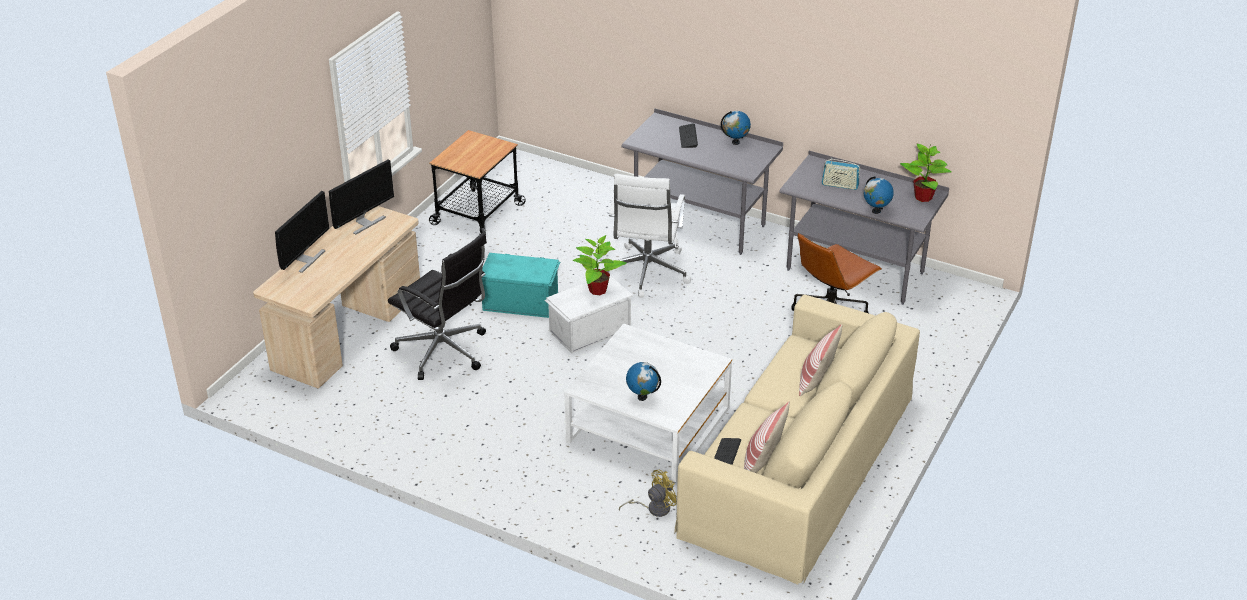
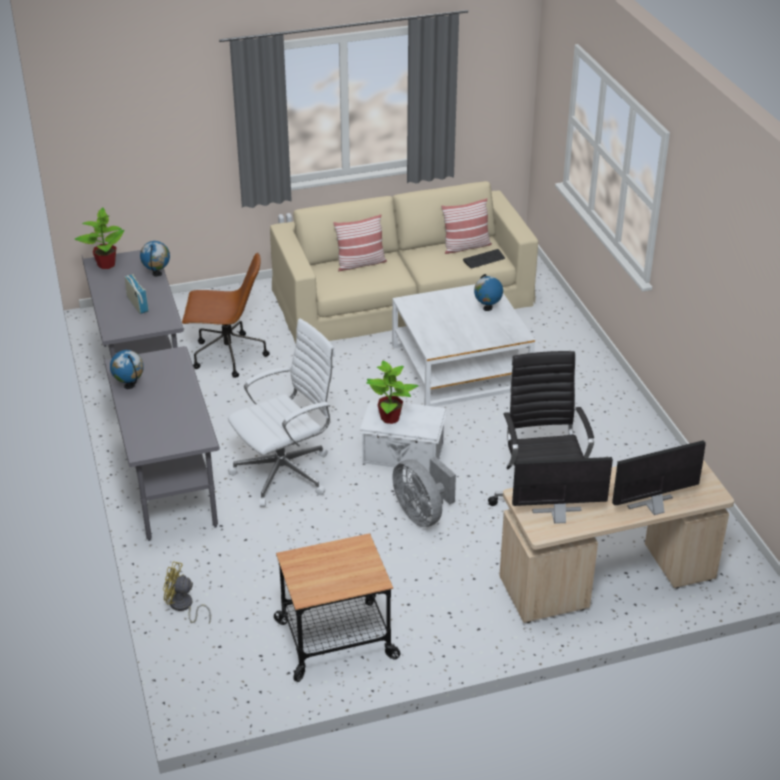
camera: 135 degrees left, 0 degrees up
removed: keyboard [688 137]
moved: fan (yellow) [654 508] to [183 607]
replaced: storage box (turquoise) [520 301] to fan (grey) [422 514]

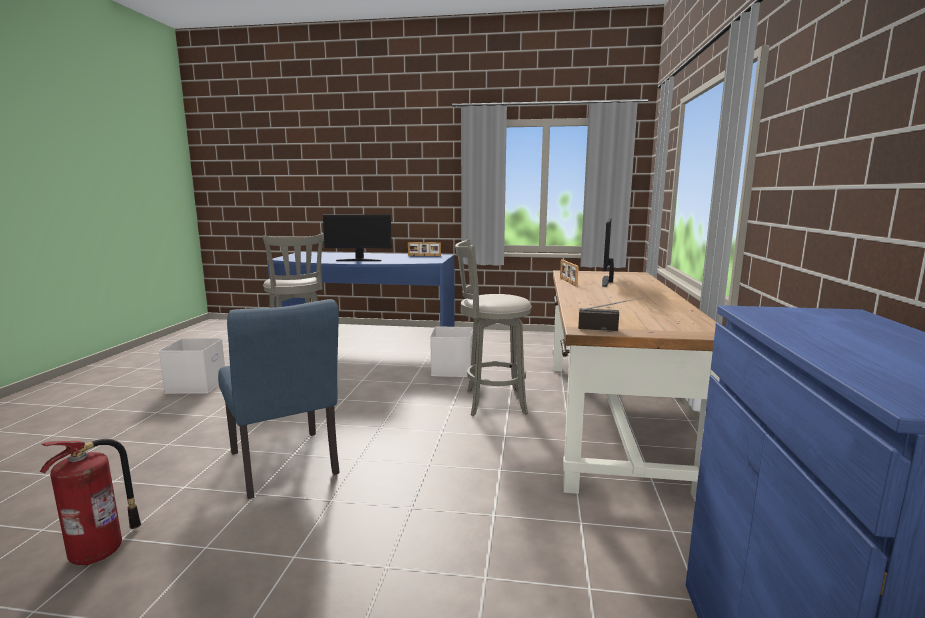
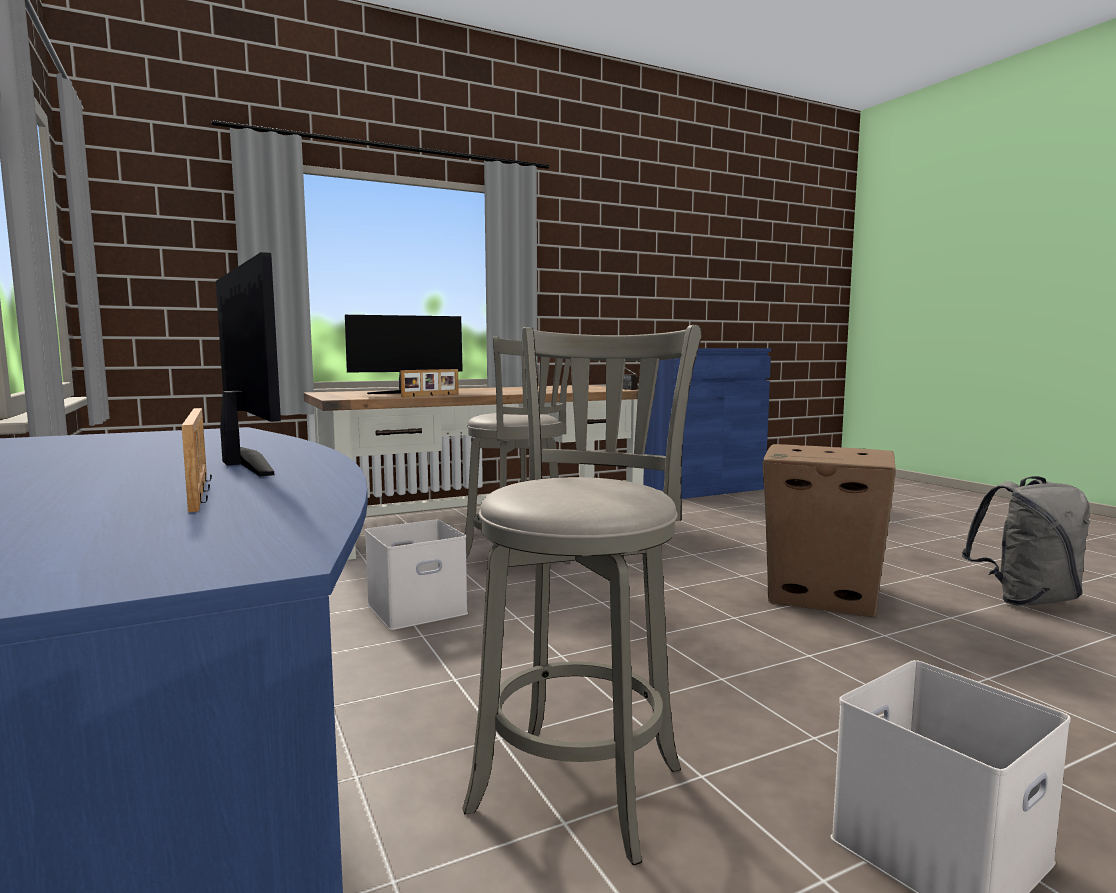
camera: 125 degrees left, 5 degrees down
moved: picture frame [424 255] to [202 491]
replaced: fire extinguisher [100 551] to backpack (grey) [1026 599]; chair (blue) [286 467] to cardboard box [824 594]

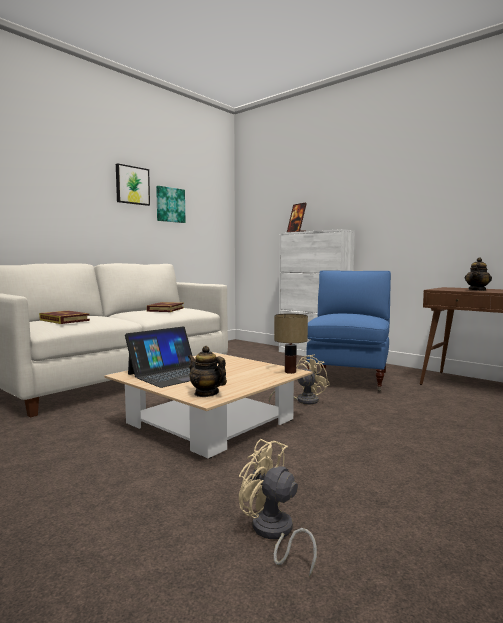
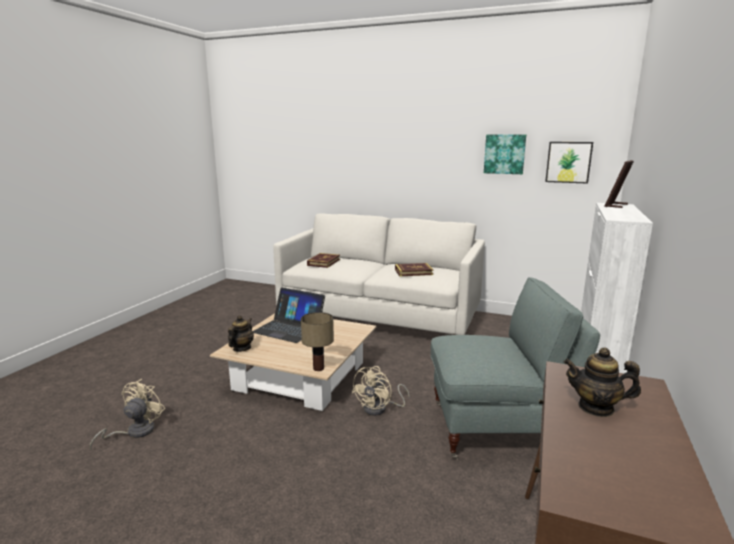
camera: 70 degrees right, 10 degrees up
moved: picture [132 185] to [568 162]
recoloured: armchair (blue) [349 378] to armchair (grey) [497 430]
turned: fan (beige) [302 401] = [380 409] 90 degrees clockwise

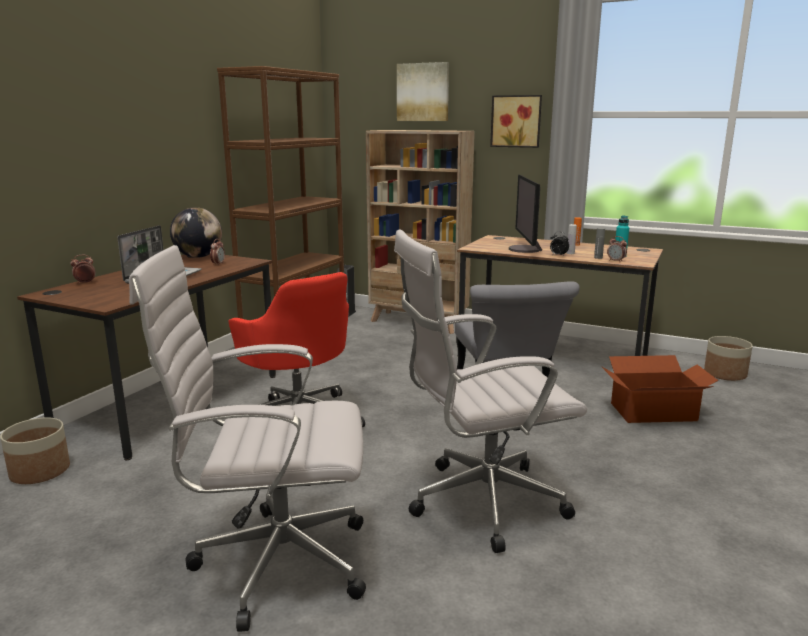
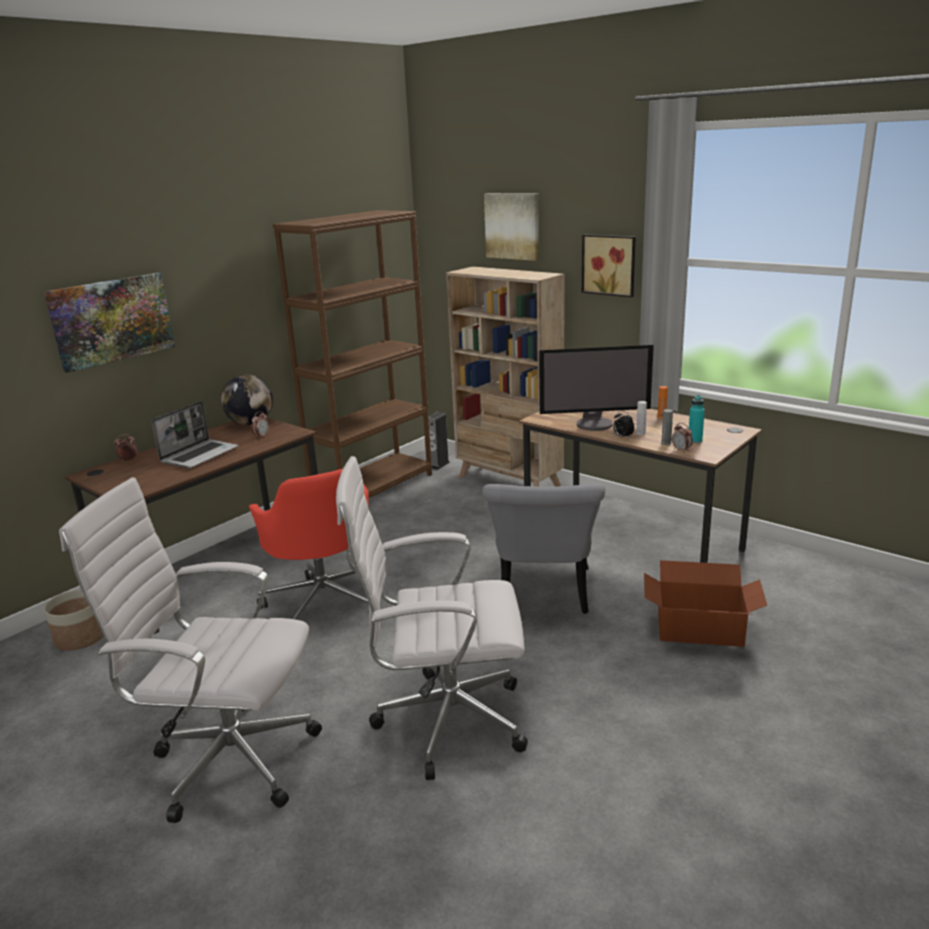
camera: 15 degrees right, 5 degrees up
removed: planter [725 374]
added: picture [112 320]
turned: monitor [525 249] = [594 424] 105 degrees counterclockwise

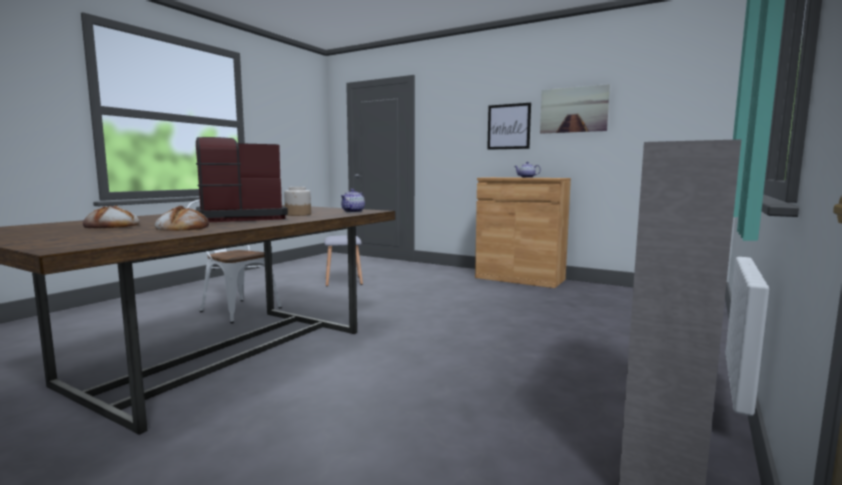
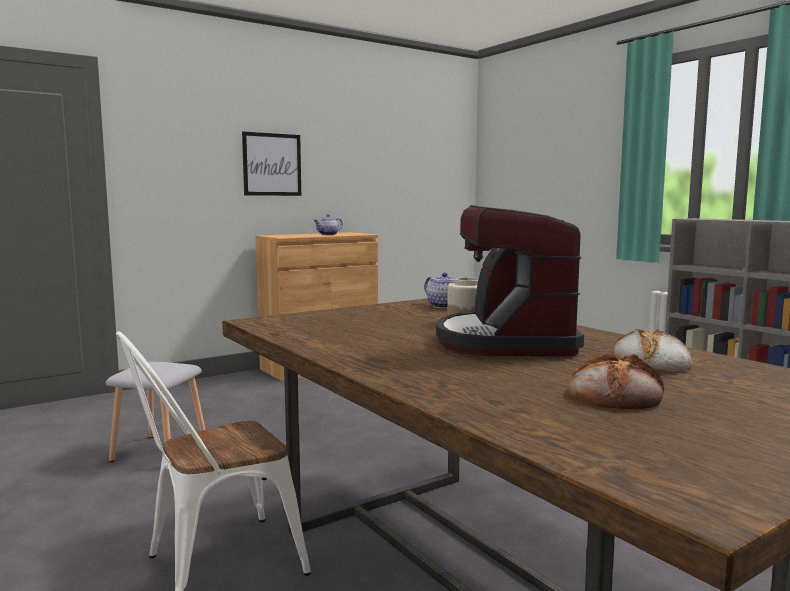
camera: 65 degrees left, 0 degrees up
removed: picture [573 110]

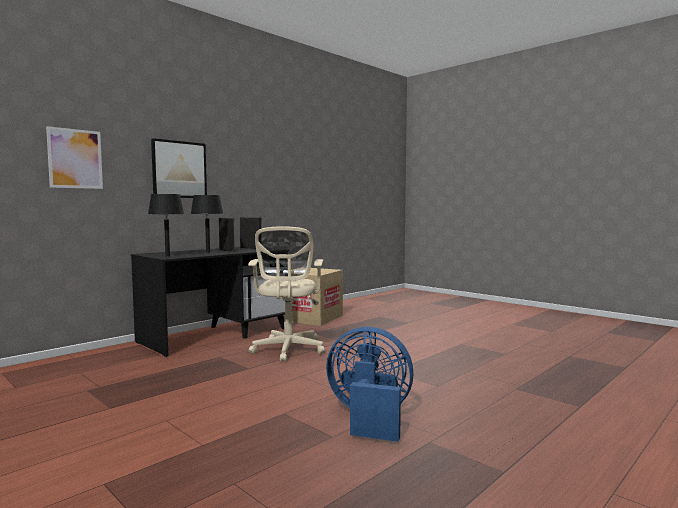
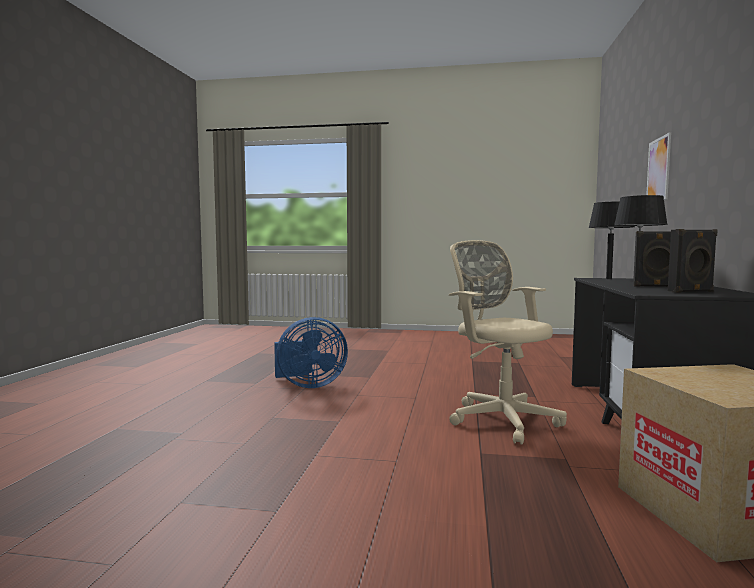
camera: 145 degrees right, 0 degrees up
removed: picture [179 169]

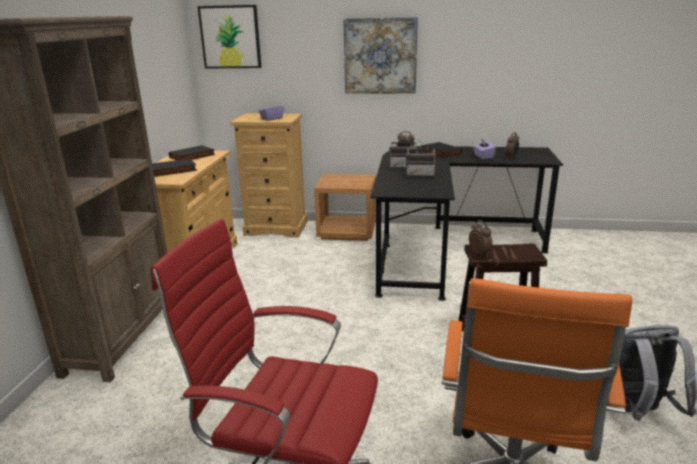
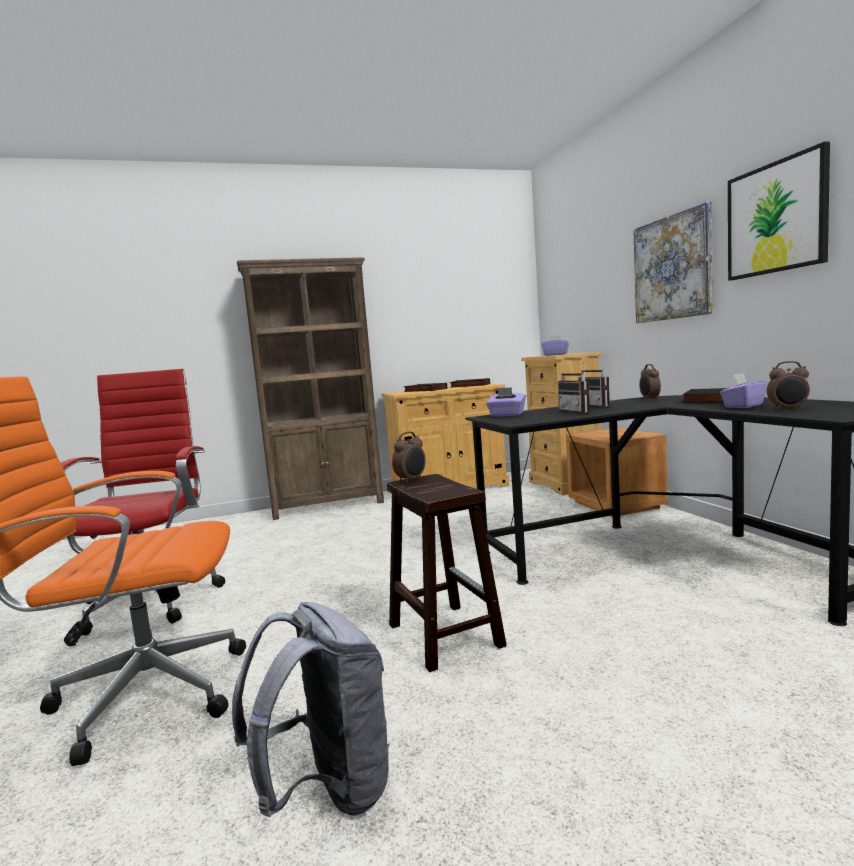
camera: 65 degrees right, 15 degrees down
added: tissue box (purple) [506 415]
moved: picture [230 37] to [776 218]

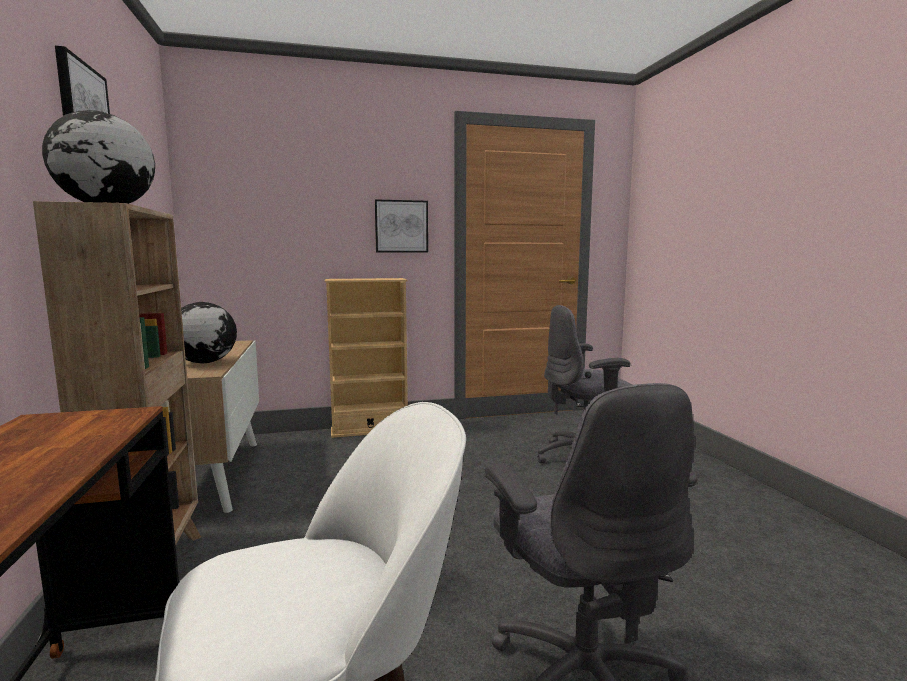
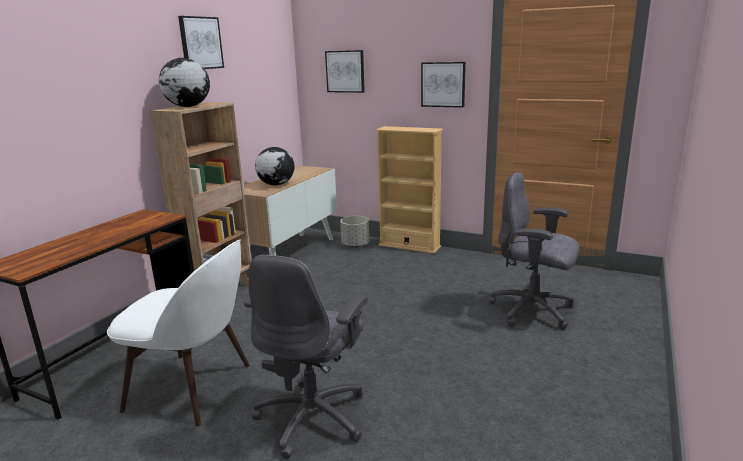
camera: 40 degrees right, 10 degrees up
added: picture [345 71]; planter (grey) [355 245]

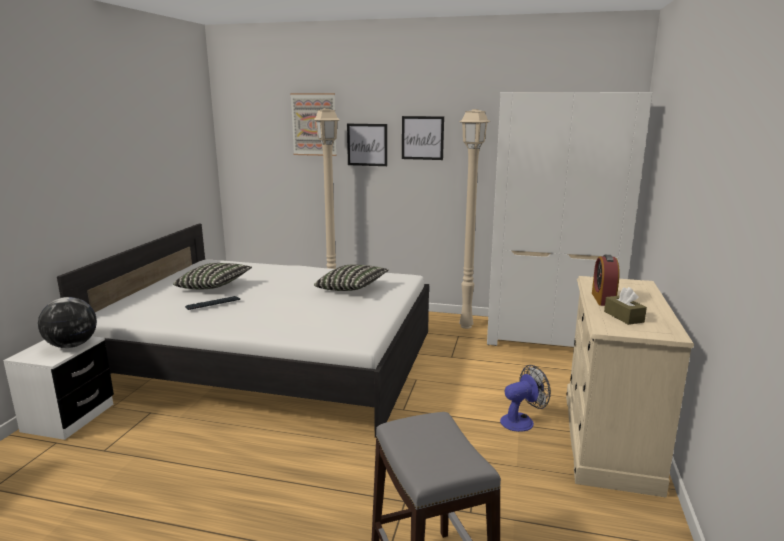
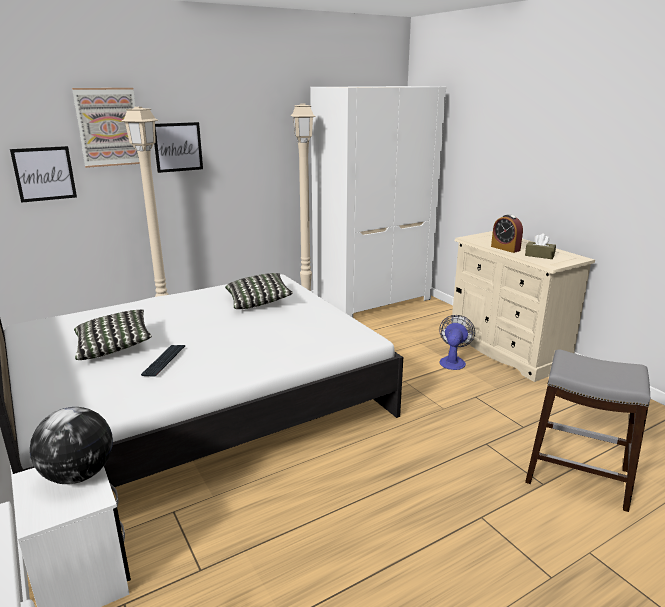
camera: 45 degrees left, 5 degrees up
moved: picture [422 138] to [44 174]

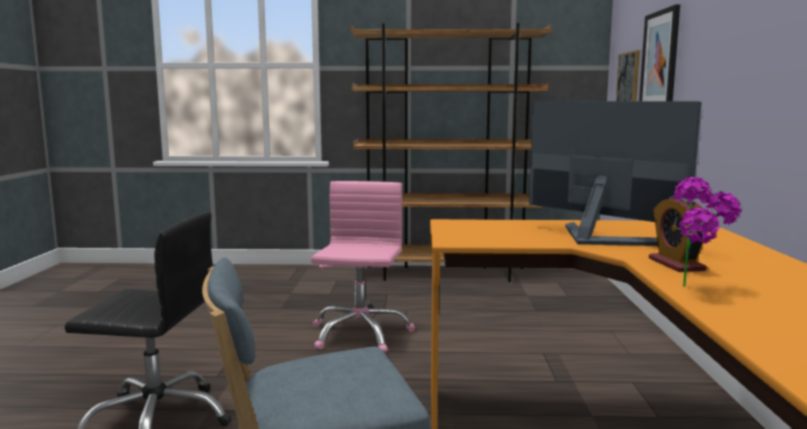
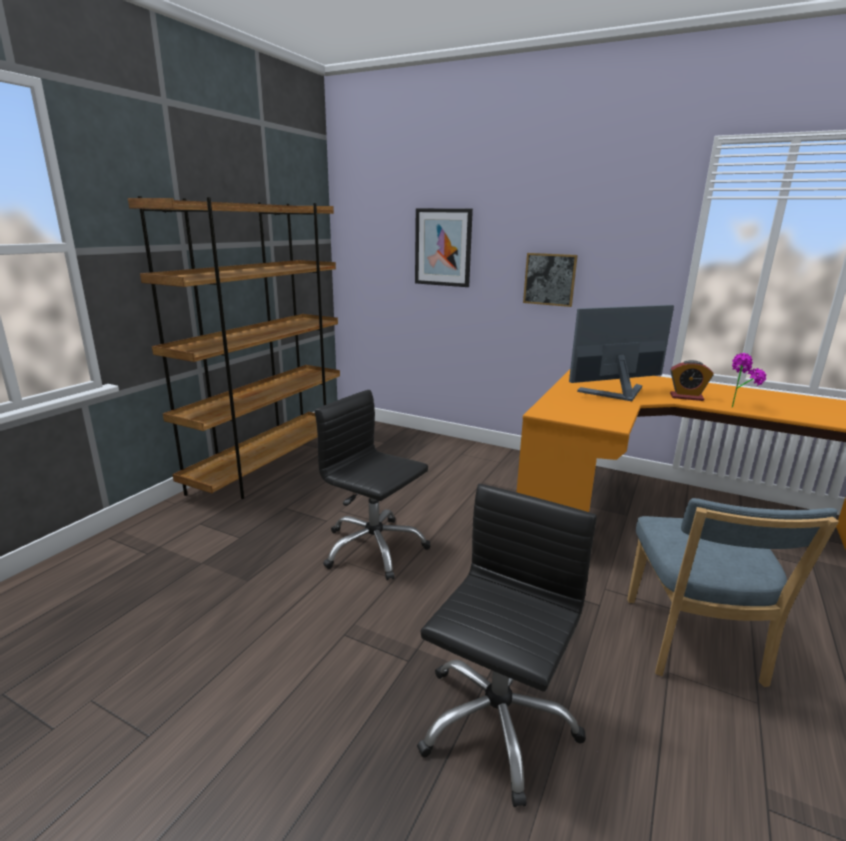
camera: 65 degrees left, 10 degrees up
moved: picture [629 79] to [549 279]
recoloured: office chair (pink) [359 333] to office chair (black) [373 548]

